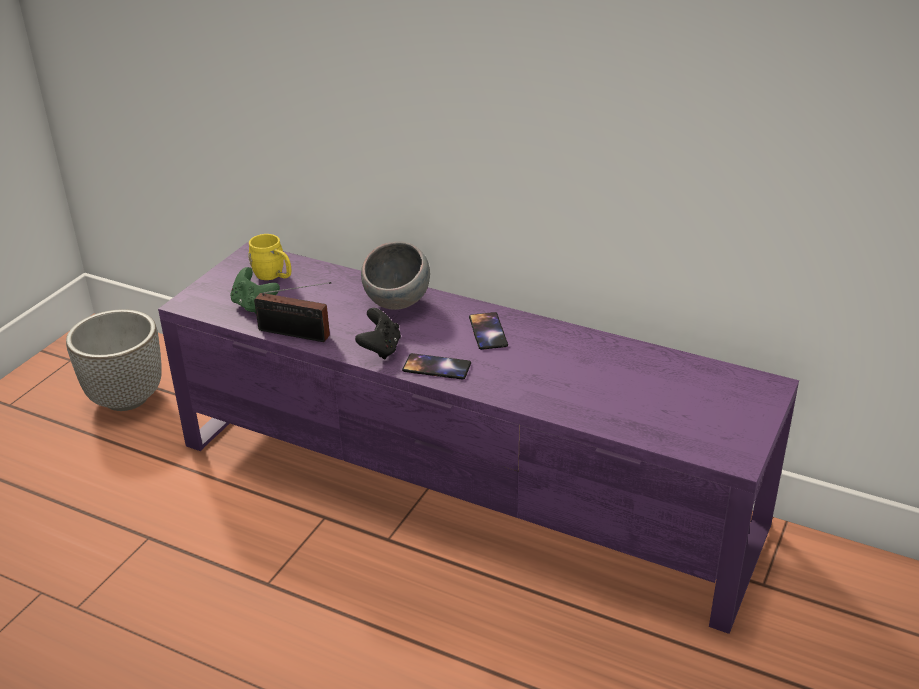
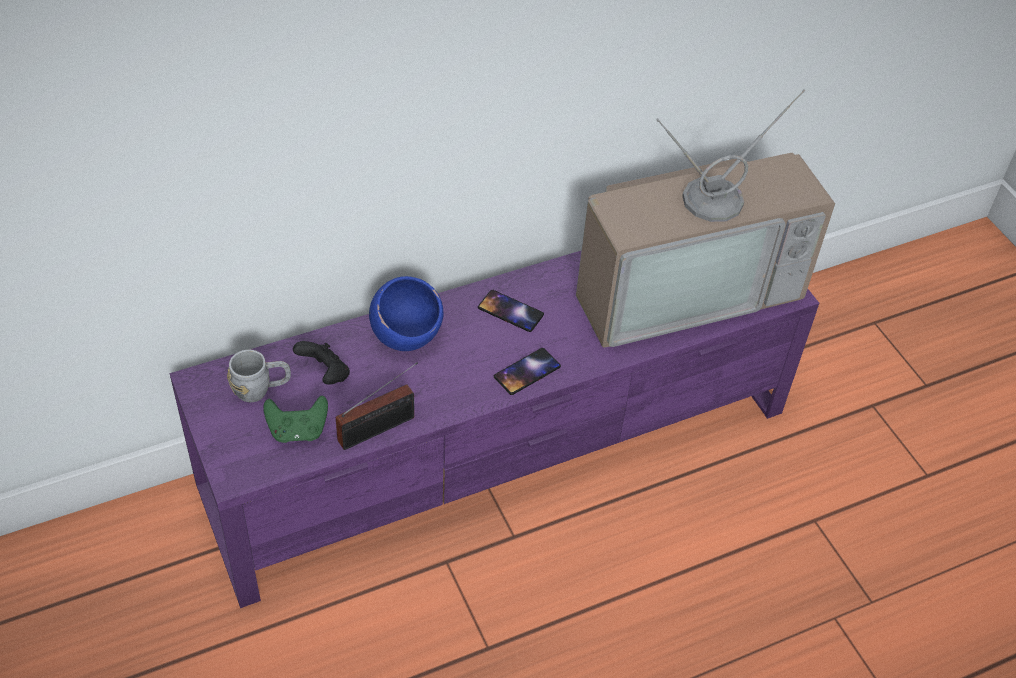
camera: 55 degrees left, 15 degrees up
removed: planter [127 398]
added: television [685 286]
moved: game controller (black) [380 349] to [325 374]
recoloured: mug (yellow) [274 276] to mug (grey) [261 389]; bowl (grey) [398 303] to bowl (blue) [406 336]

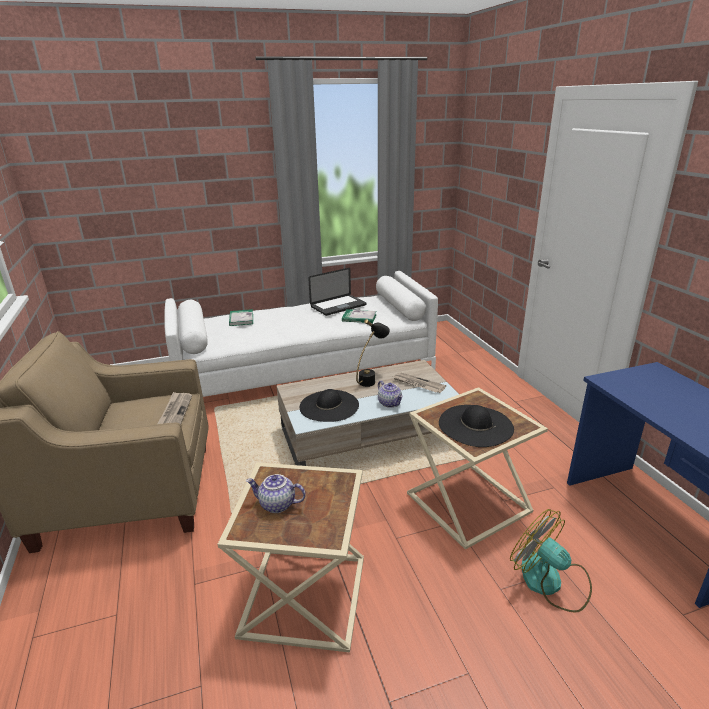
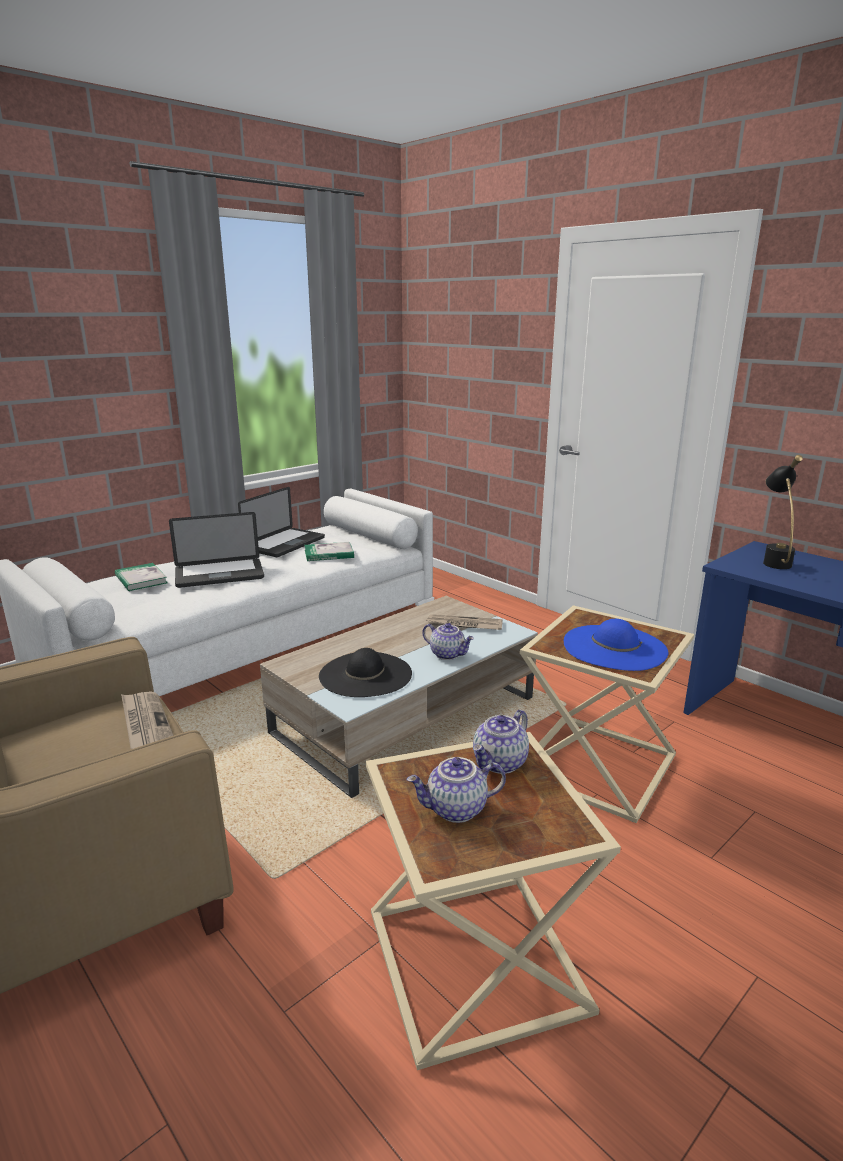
camera: 25 degrees left, 5 degrees down
removed: fan [550 582]
added: laptop [219 574]; teapot [500 763]
moved: table lamp (black) [371 379] to [773 560]
recoloured: hat (black) [475 425] to hat (blue) [614 647]

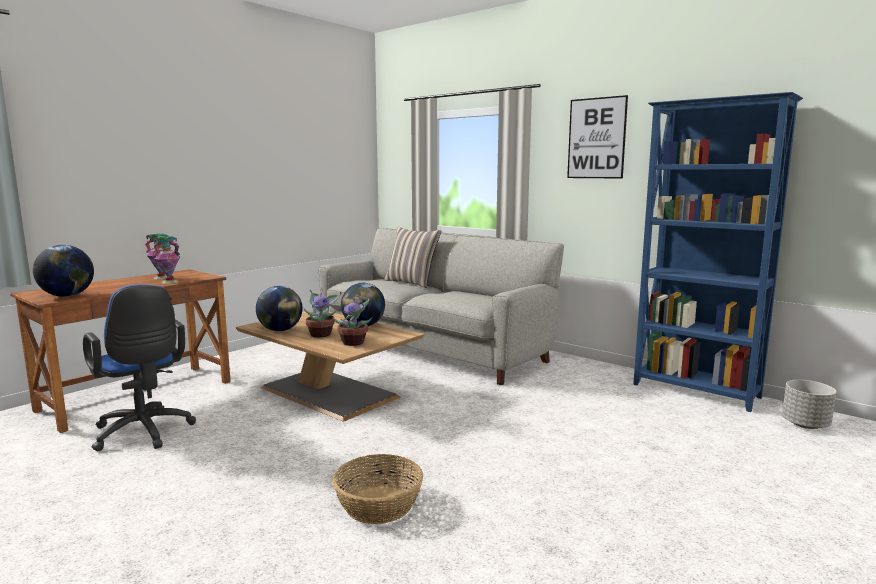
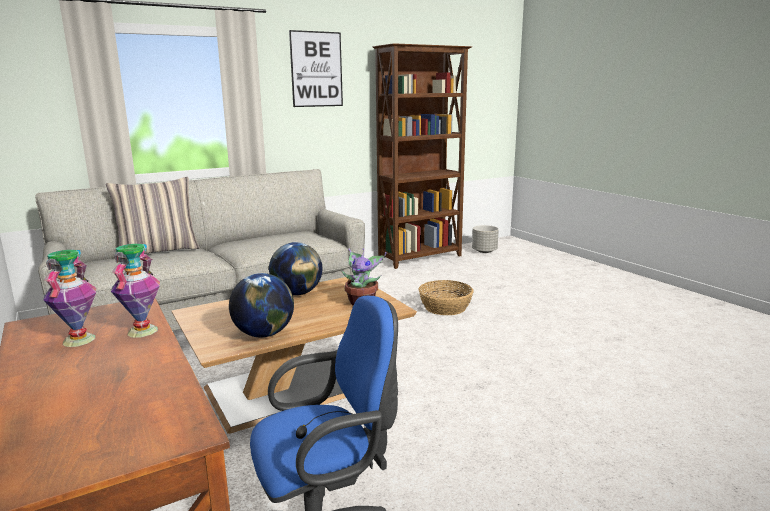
camera: 70 degrees left, 5 degrees up
removed: globe [67 296]; potted plant [321 334]
moved: basket [378 504] to [445 307]
recoloured: bookcase (blue) [696 391] to bookcase (brown) [421 258]

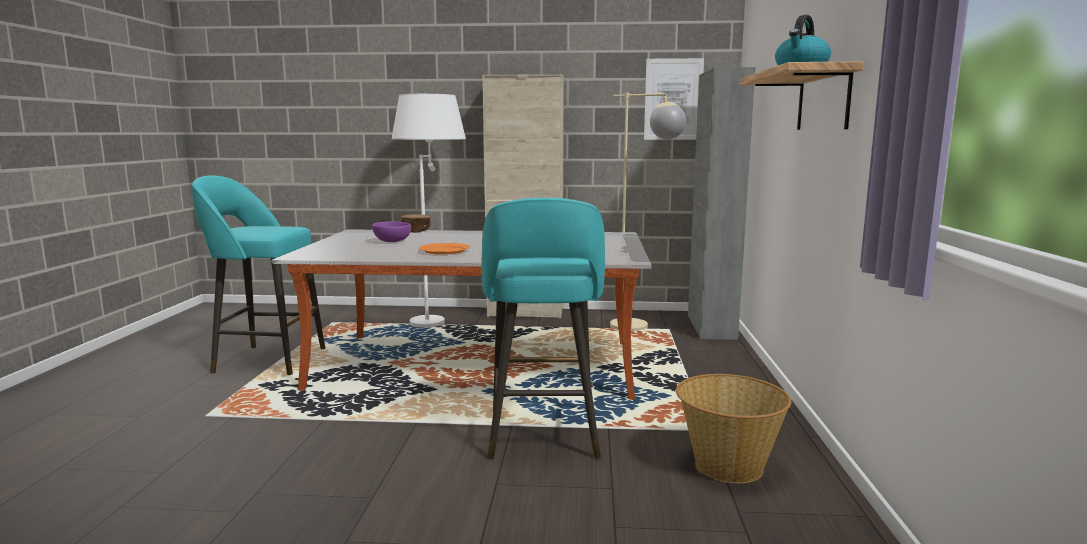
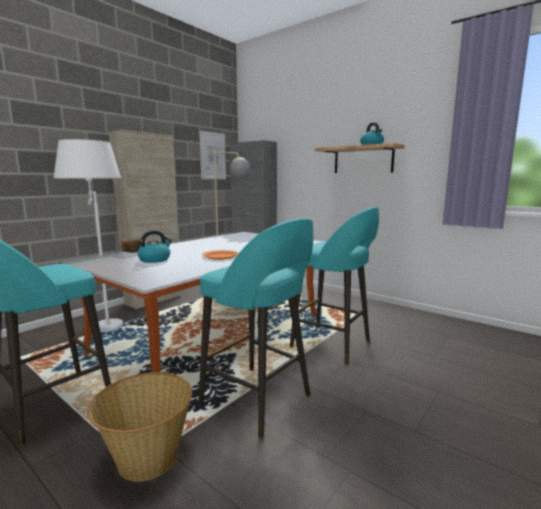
camera: 55 degrees left, 0 degrees up
added: stool (turquoise) [258 400]
moved: basket [727 466] to [147 457]
replaced: bowl (purple) [391 241] to kettle [155 259]

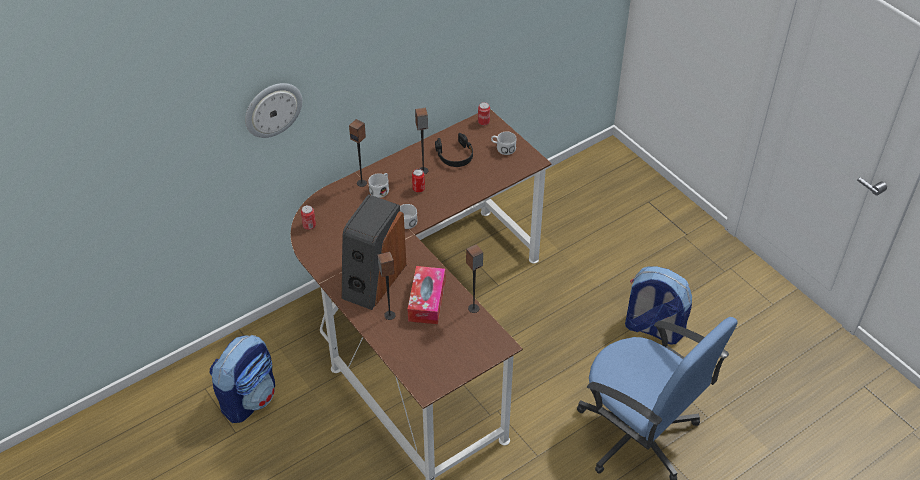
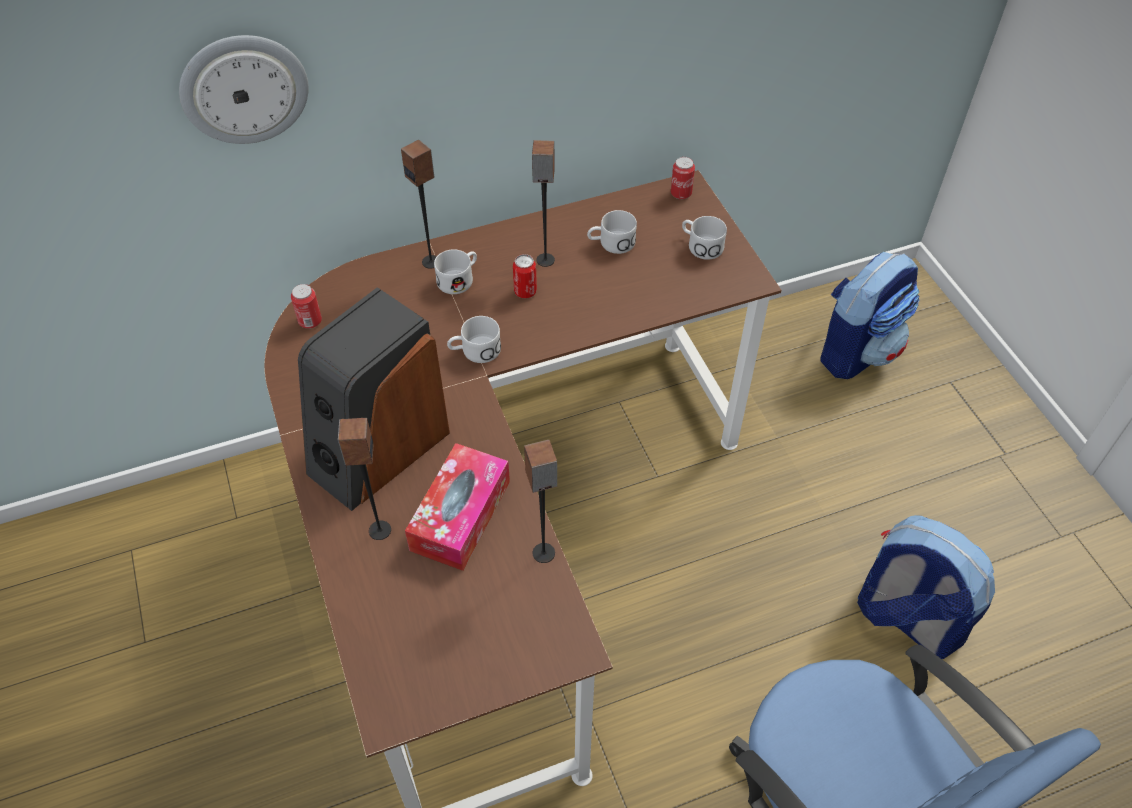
camera: 15 degrees right, 5 degrees up
moved: backpack [249 398] to [857 350]
replaced: headphones (black) [455 155] to mug (white) [611 243]

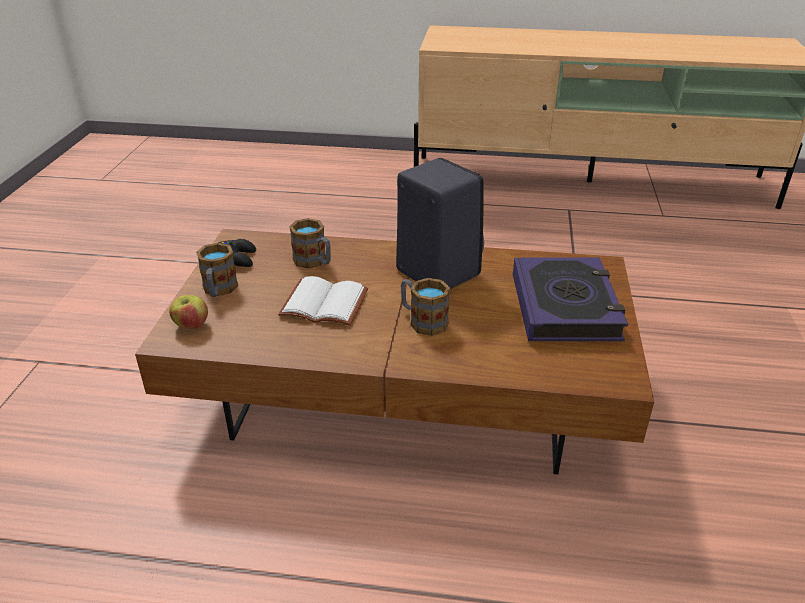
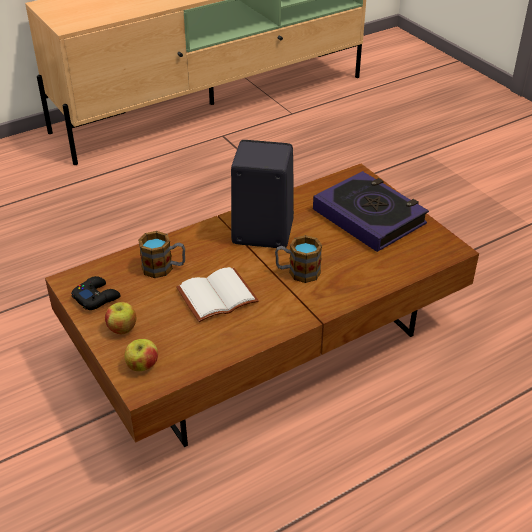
camera: 40 degrees left, 5 degrees up
replaced: mug [219 290] to apple [122 328]

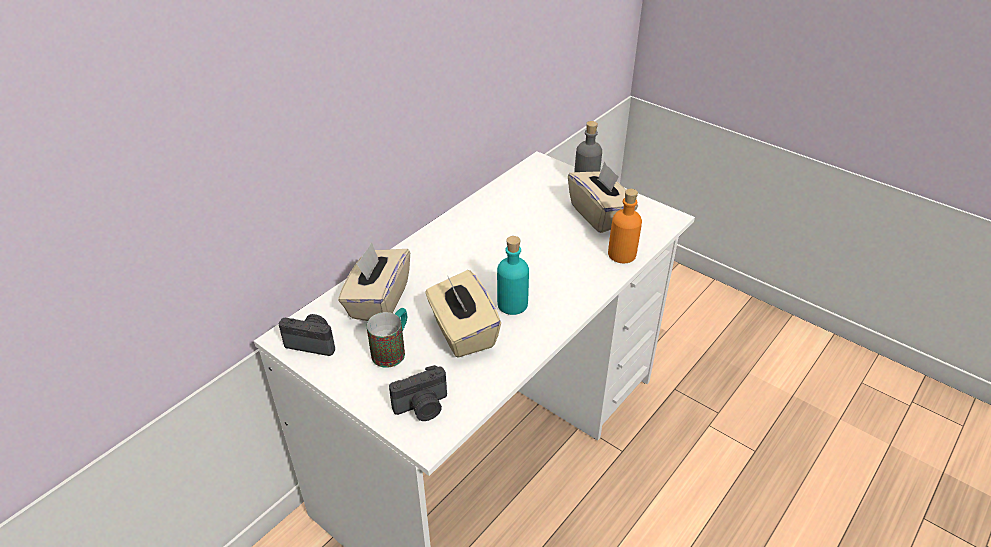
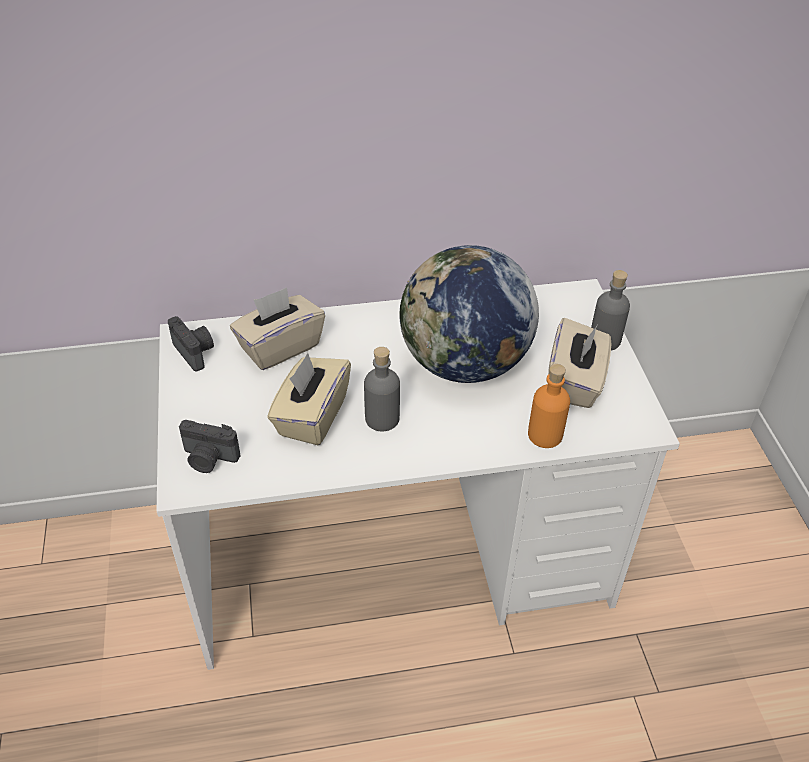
camera: 40 degrees right, 5 degrees up
removed: mug [393 350]
added: globe [464 364]
recoloured: bottle (turquoise) [512 304] to bottle (grey) [382 418]

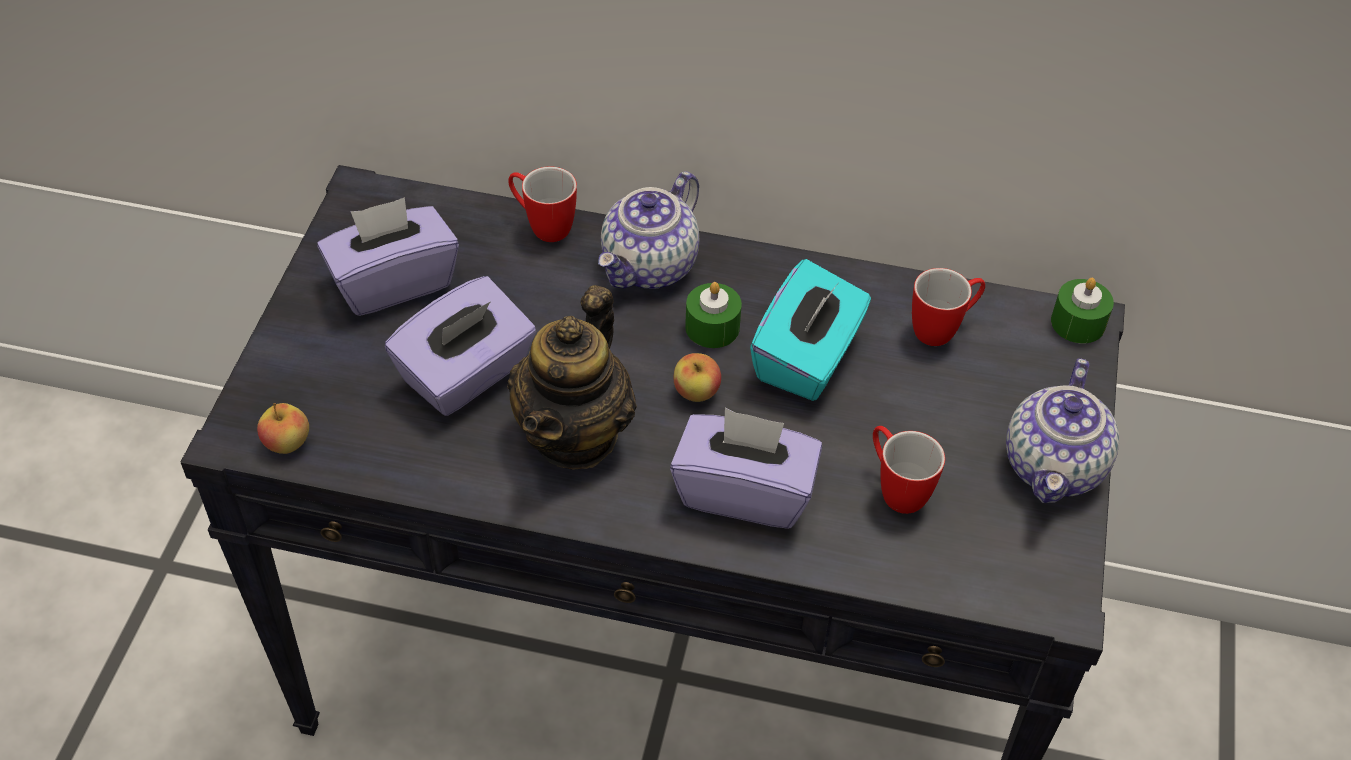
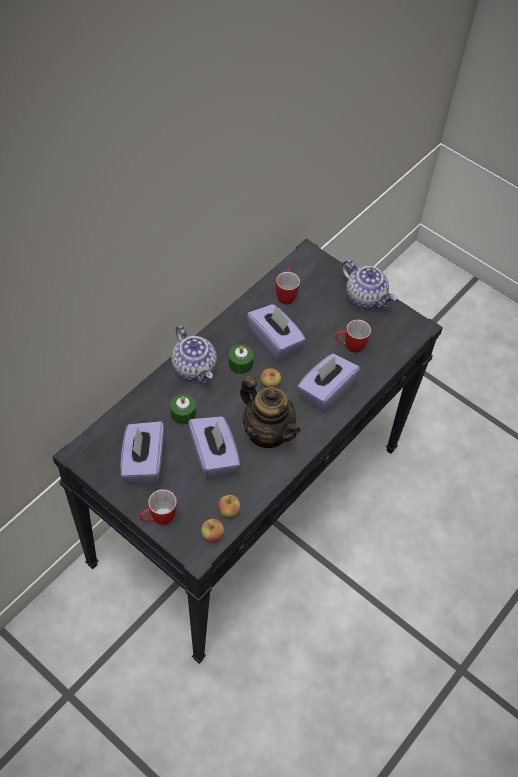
camera: 65 degrees left, 5 degrees up
added: apple [228 511]
moved: mug [542 226] to [158 519]; candle (green) [1078 323] to [183 413]
recoloured: tissue box (turquoise) [807 358] to tissue box (purple) [274 342]

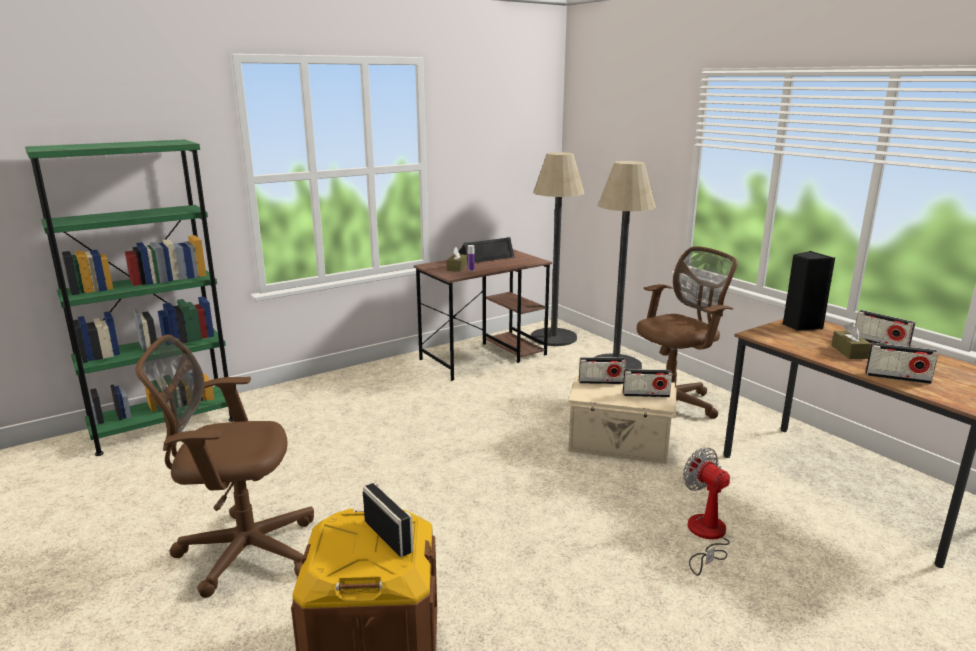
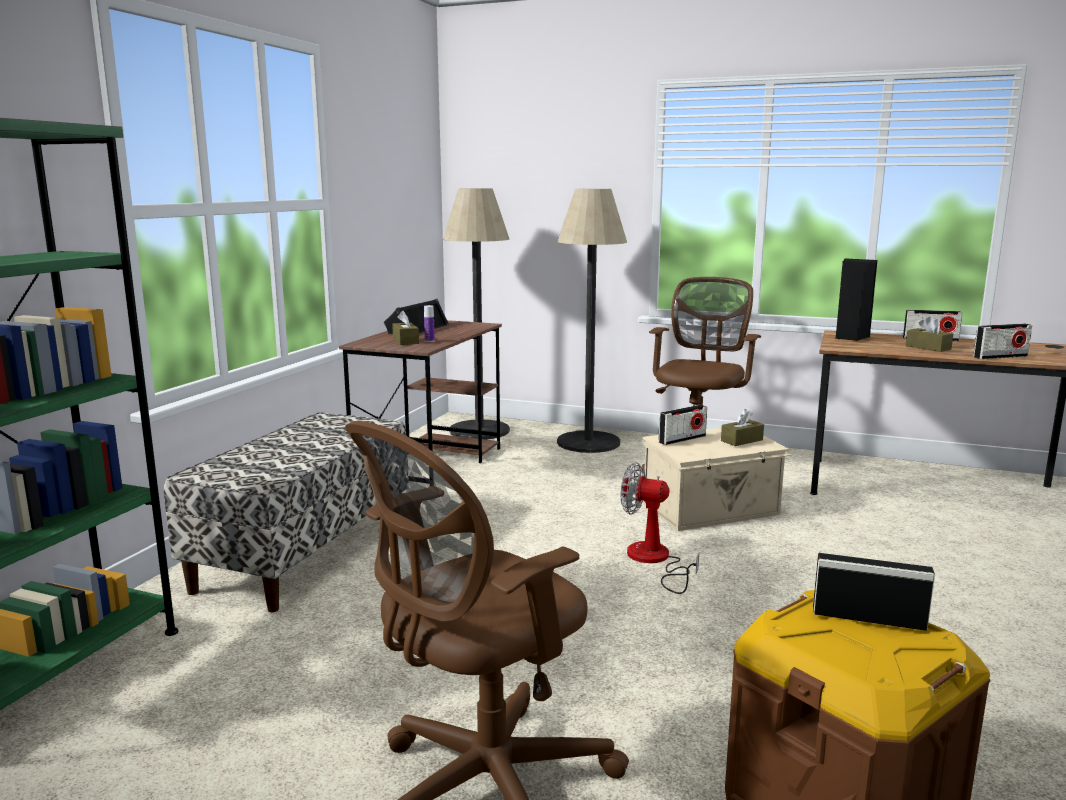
camera: 35 degrees left, 5 degrees down
added: bench [304 552]
moved: fan [705 536] to [654 561]
replaced: radio [646 395] to tissue box (brown) [741 440]

